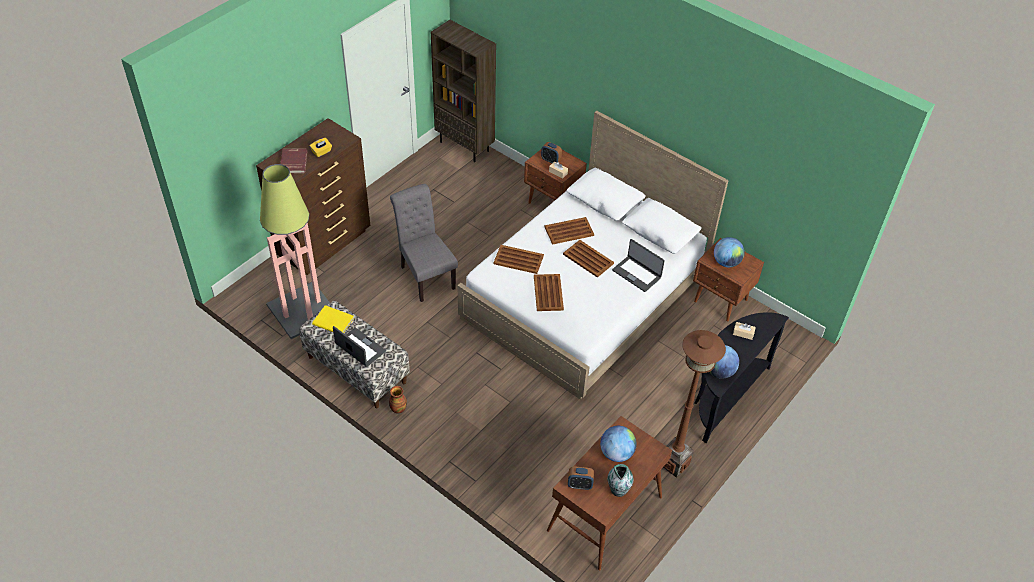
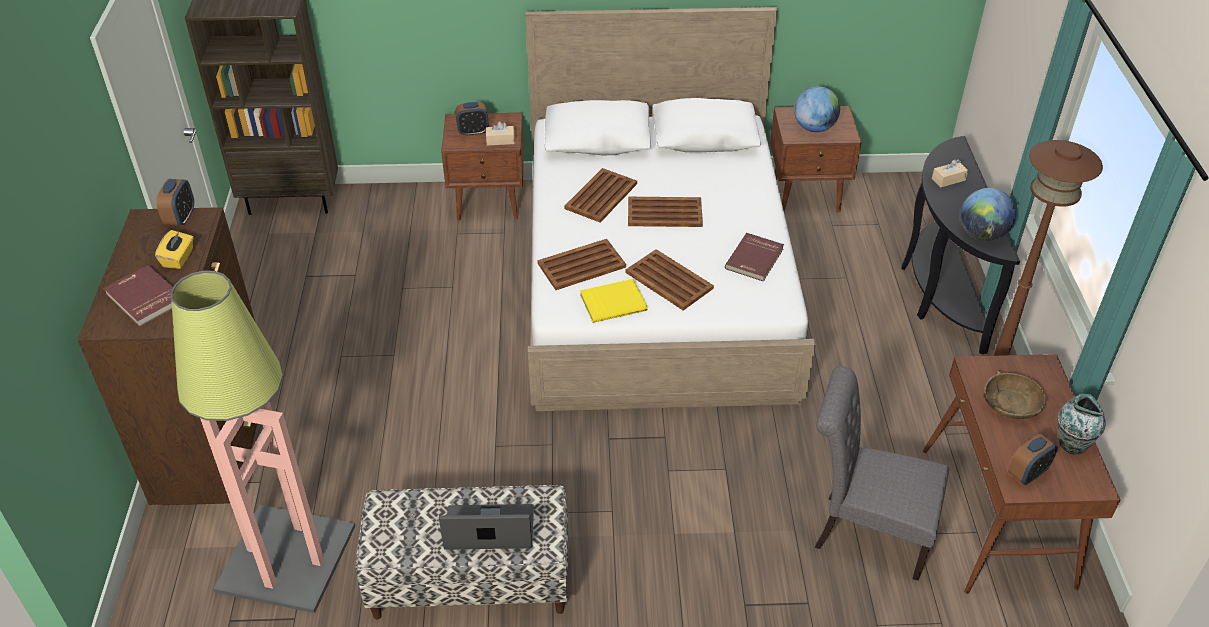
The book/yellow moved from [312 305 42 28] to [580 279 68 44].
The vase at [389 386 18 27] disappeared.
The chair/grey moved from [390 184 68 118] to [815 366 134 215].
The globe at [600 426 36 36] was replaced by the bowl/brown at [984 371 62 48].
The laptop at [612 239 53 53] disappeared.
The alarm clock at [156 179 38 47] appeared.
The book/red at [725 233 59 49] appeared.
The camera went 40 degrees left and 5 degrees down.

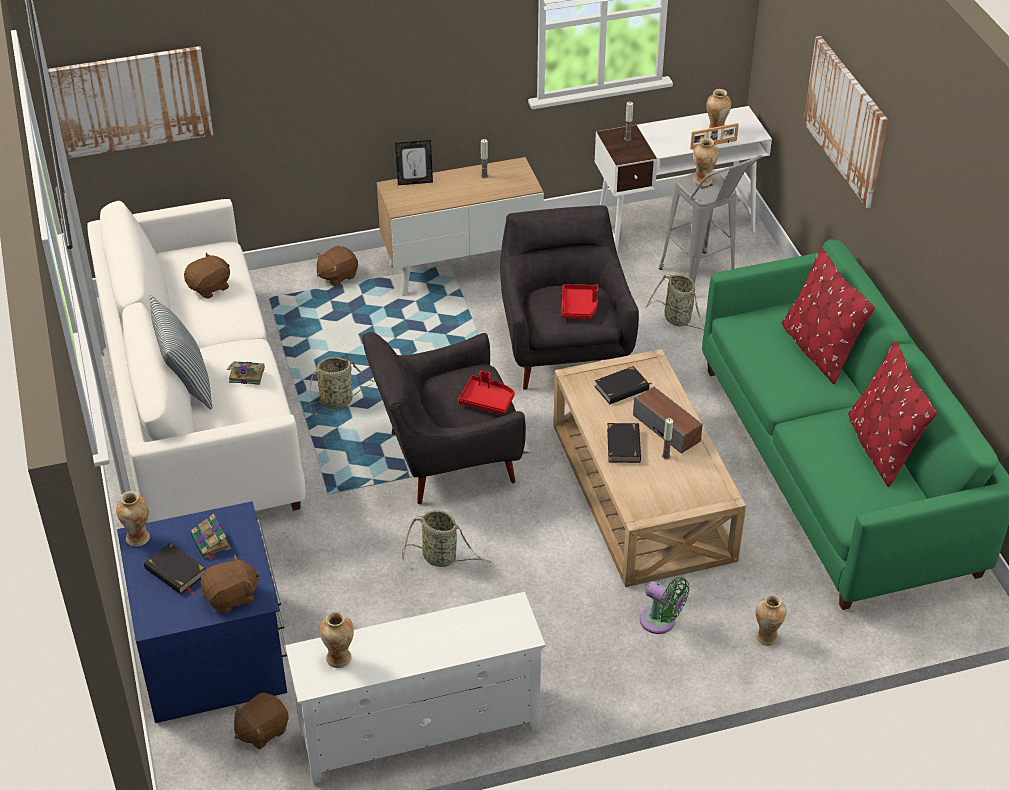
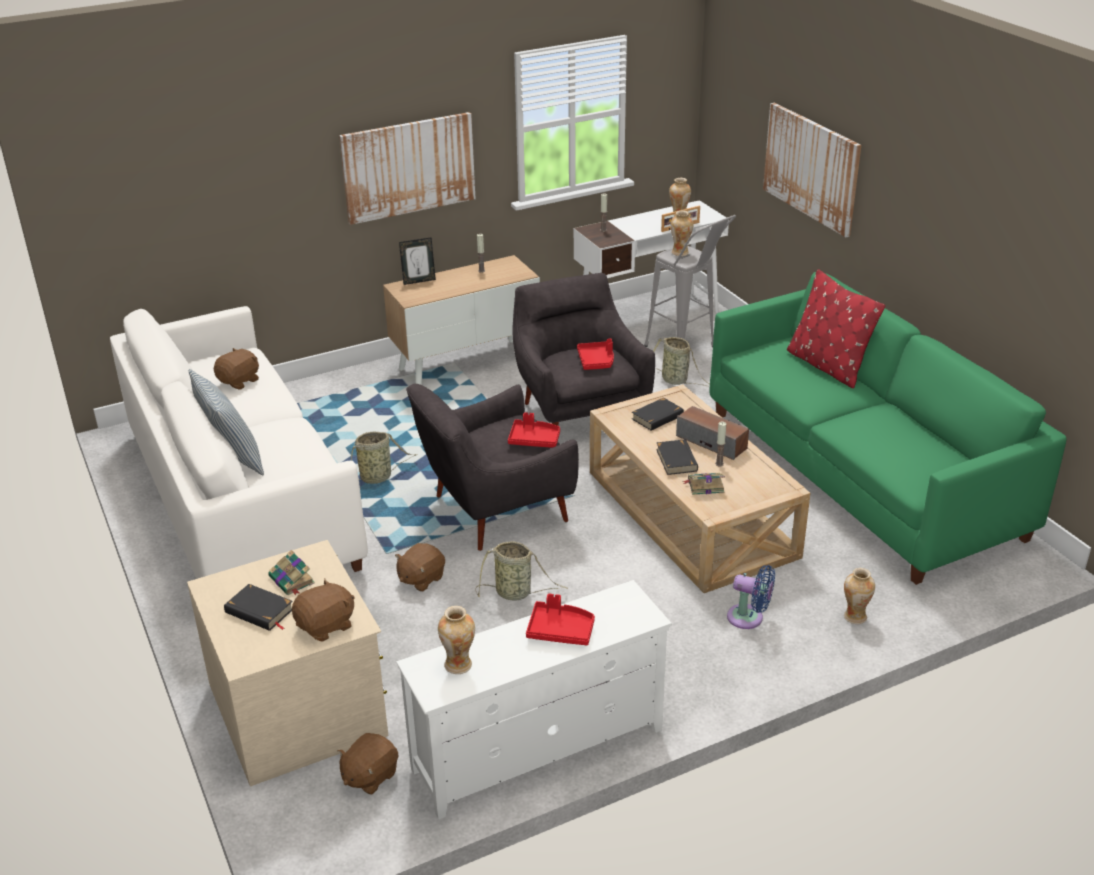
The picture moved from [48 46 165 113] to [339 112 137 113].
The vase at [116 491 34 56] disappeared.
The dresser/blue at [117 501 170 222] became the dresser/beige at [187 540 202 246].
The book moved from [226 361 39 24] to [683 473 42 22].
The plush toy/brown moved from [316 246 42 41] to [395 543 50 49].
The fan/green at [640 577 49 57] became the fan/blue at [727 565 48 64].
The pillow/red at [848 341 89 146] disappeared.
The tray/red at [526 594 69 51] appeared.
The camera went 10 degrees left and 10 degrees down.

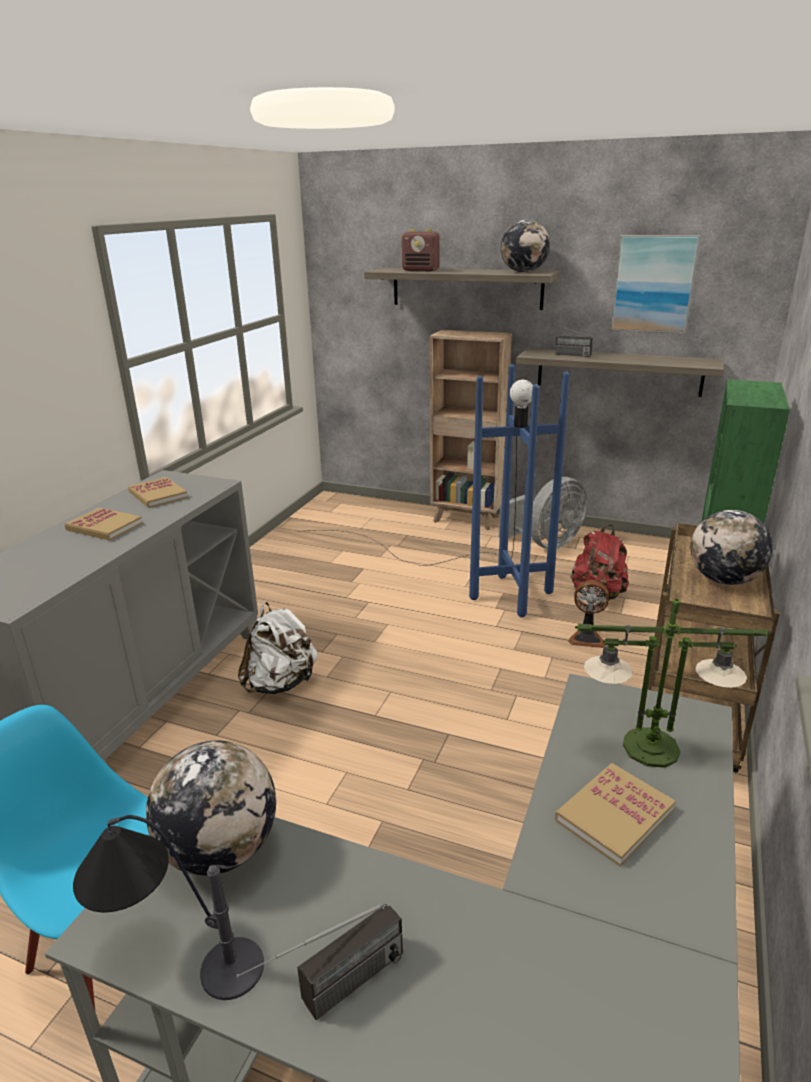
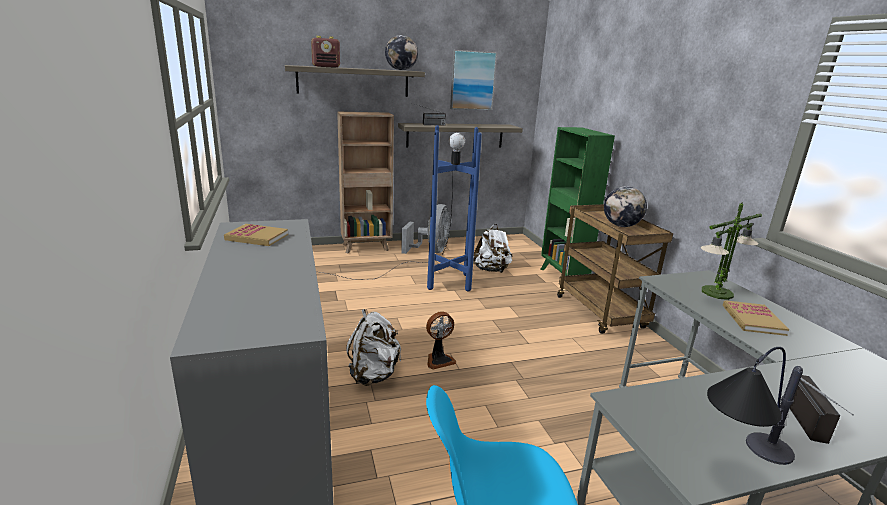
The book at [65 508 78 33] disappeared.
The globe at [146 740 130 135] disappeared.
The fan moved from [568 580 41 68] to [426 311 30 59].
The backpack/red at [571 525 58 78] became the backpack/white at [473 224 39 49].
The camera went 40 degrees left and 5 degrees down.

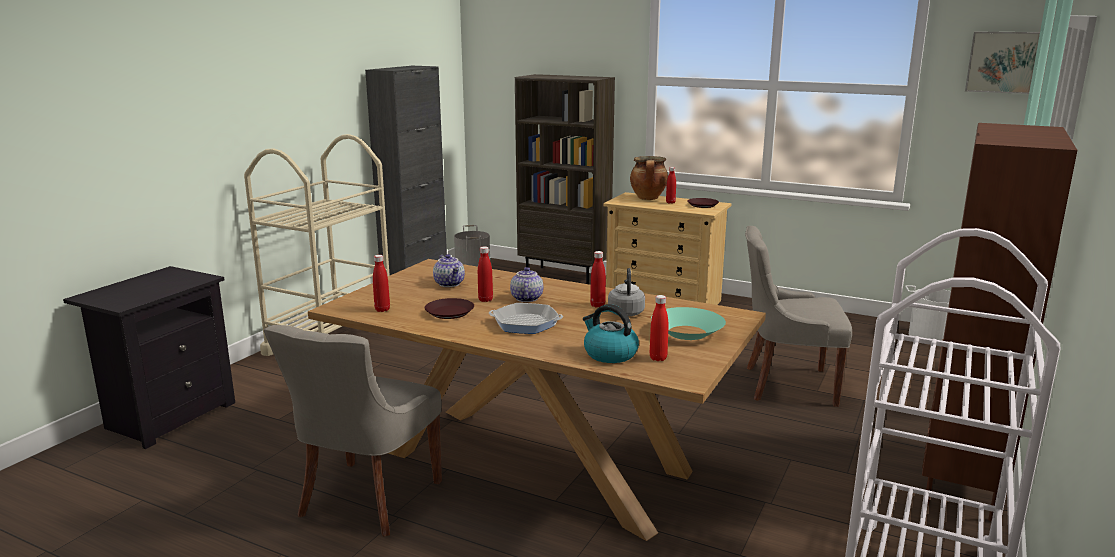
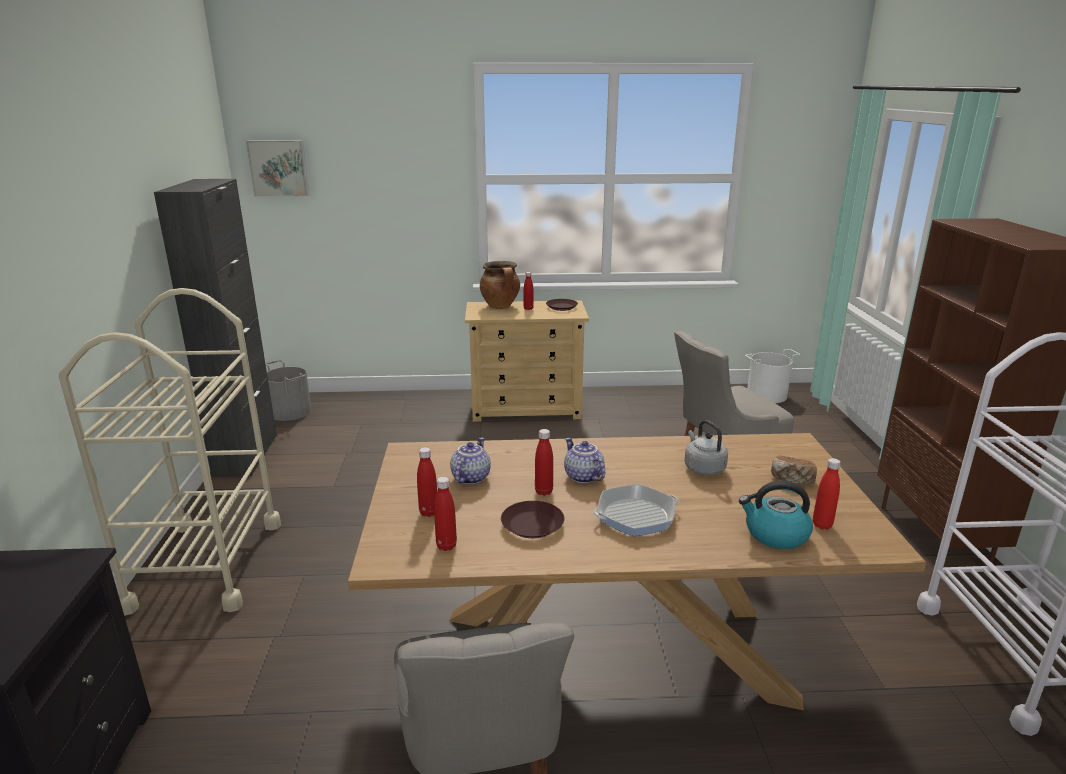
The teapot at [433 254 32 33] turned 105 degrees counterclockwise.
The bookcase/brown at [515 74 100 210] disappeared.
The bottle/red moved from [590 251 16 57] to [417 447 20 70].
The bowl/turquoise at [651 307 75 33] was replaced by the bread at [771 456 46 28].
The picture moved from [965 32 75 62] to [246 140 63 56].
The camera went 30 degrees left and 5 degrees up.

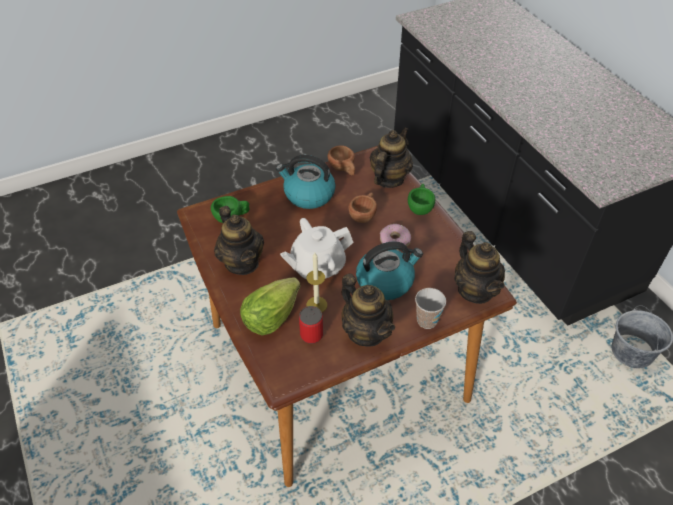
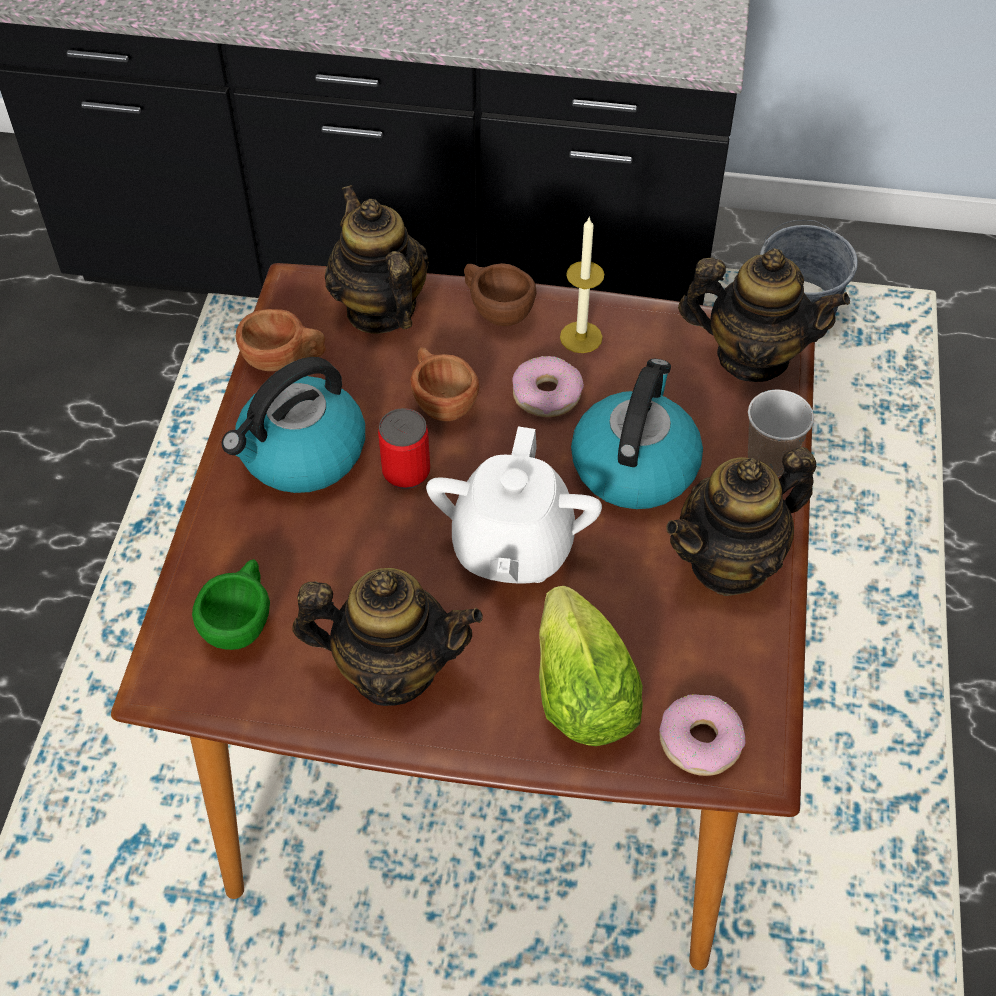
The can moved from [299 306 24 38] to [378 408 52 81].
The candle moved from [306 253 21 59] to [560 216 44 137].
The teapot at [341 274 54 73] turned 150 degrees clockwise.
The cup/green at [408 184 27 31] became the cup/brown at [464 263 72 63].
The donut at [659 694 87 82] appeared.
The camera went 55 degrees left and 5 degrees up.

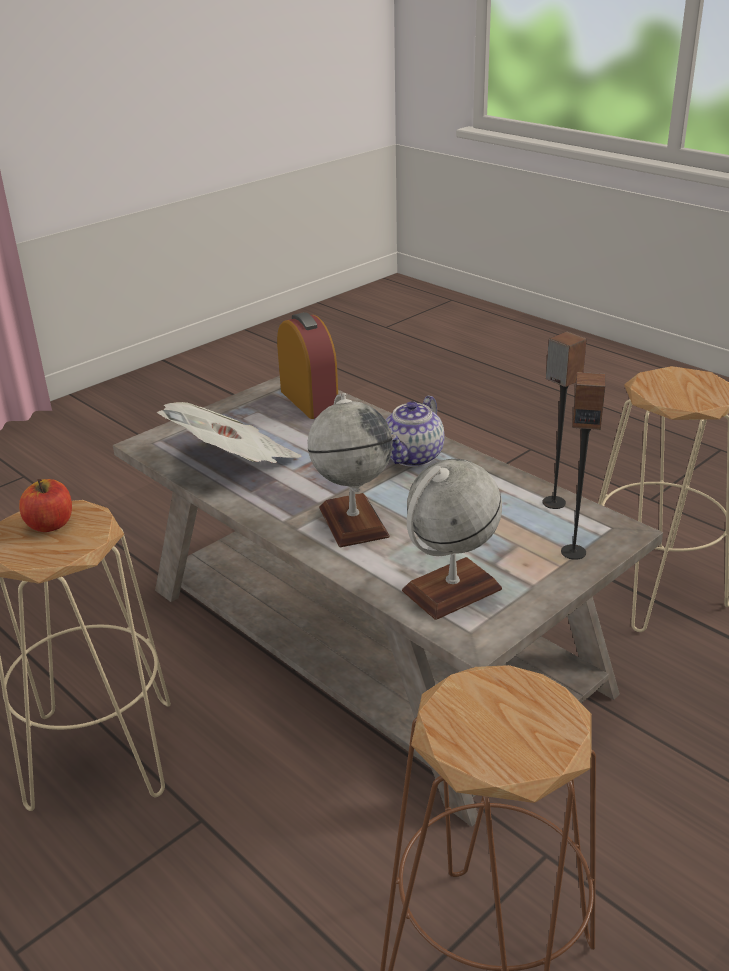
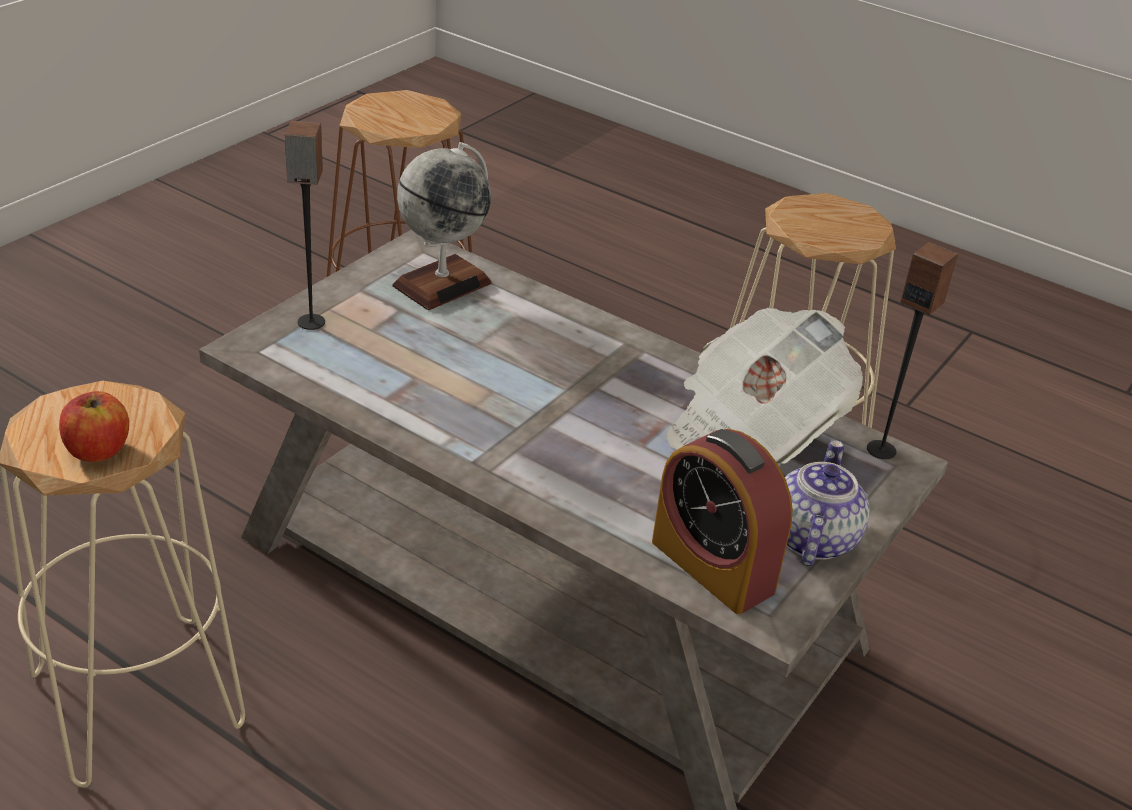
The apple moved from [19 479 53 53] to [59 391 70 71].
The globe at [308 393 85 154] disappeared.
The teapot moved from [386 396 58 71] to [785 440 85 126].
The speaker moved from [543 331 44 178] to [867 242 91 217].
The camera went 165 degrees right and 5 degrees up.

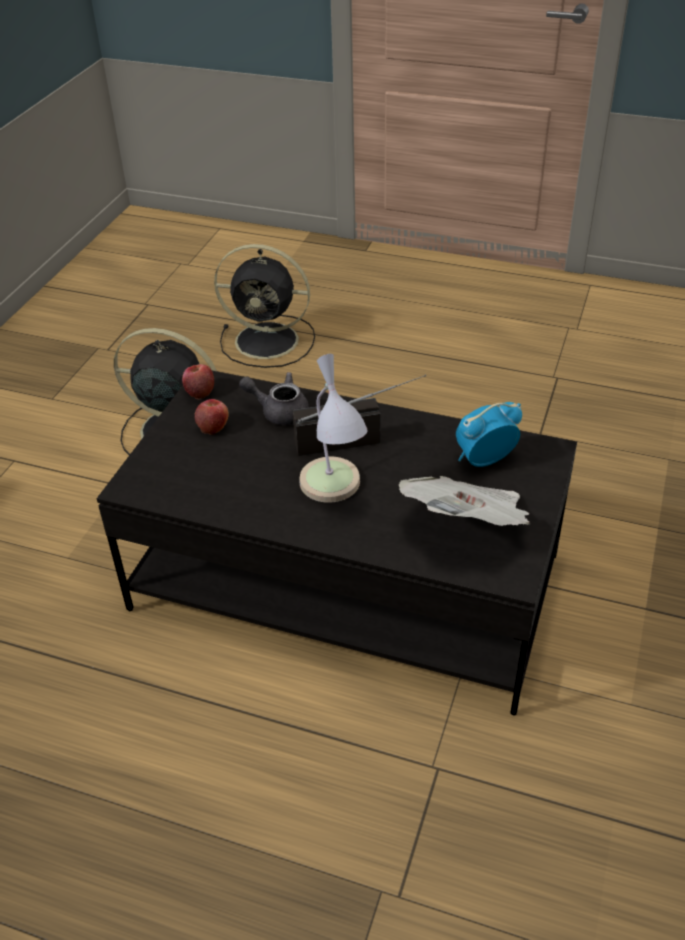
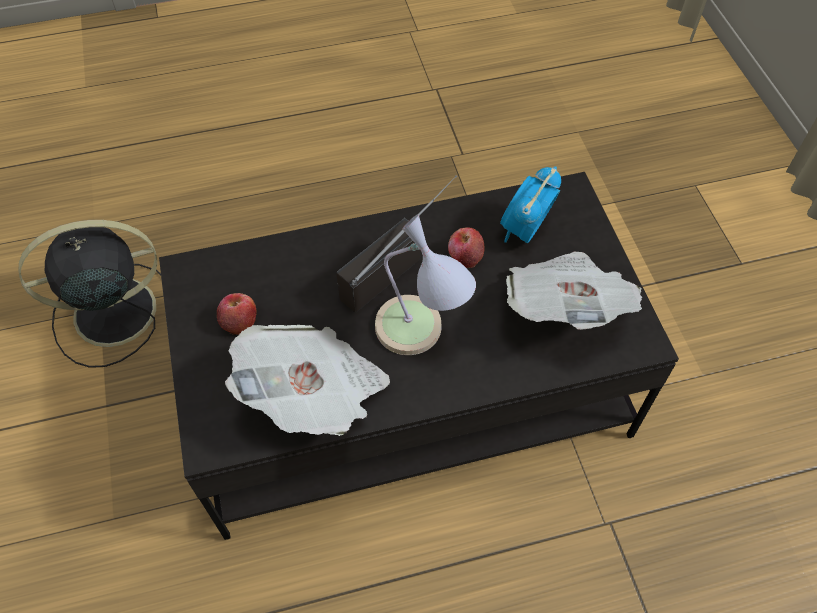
The apple moved from [182 364 32 35] to [448 227 37 41].
The fan/black at [214 244 101 124] disappeared.
The teapot/grey at [239 372 70 53] disappeared.
The newspaper at [225 325 165 111] appeared.
The camera went 35 degrees left and 15 degrees up.

